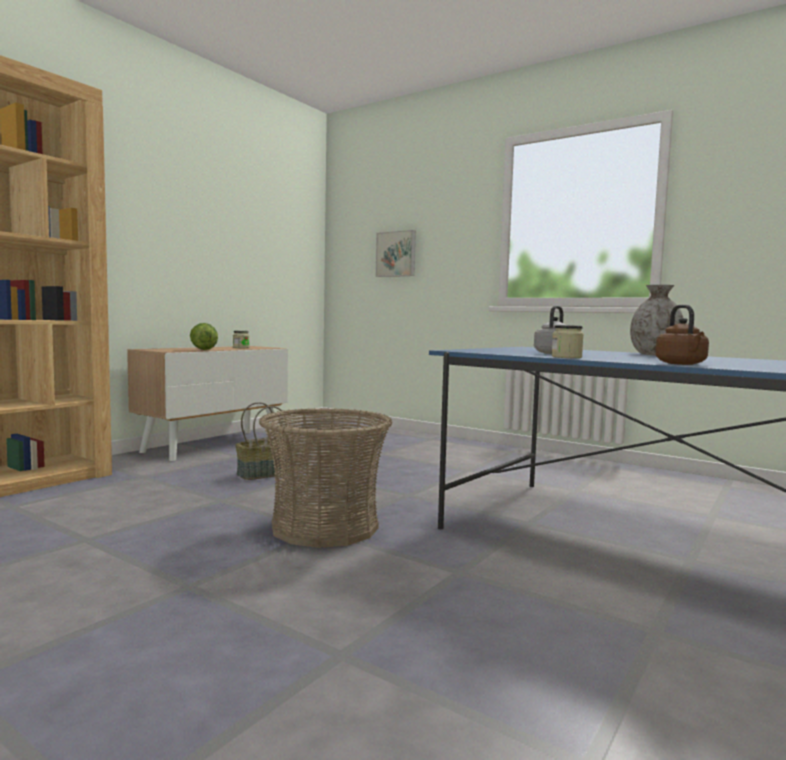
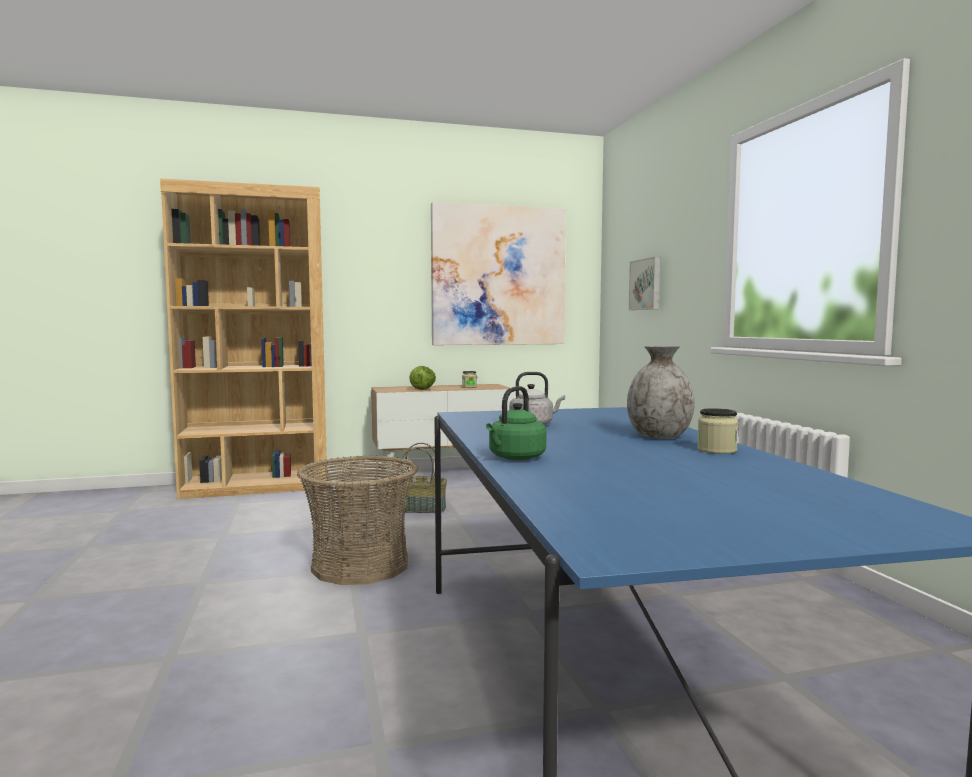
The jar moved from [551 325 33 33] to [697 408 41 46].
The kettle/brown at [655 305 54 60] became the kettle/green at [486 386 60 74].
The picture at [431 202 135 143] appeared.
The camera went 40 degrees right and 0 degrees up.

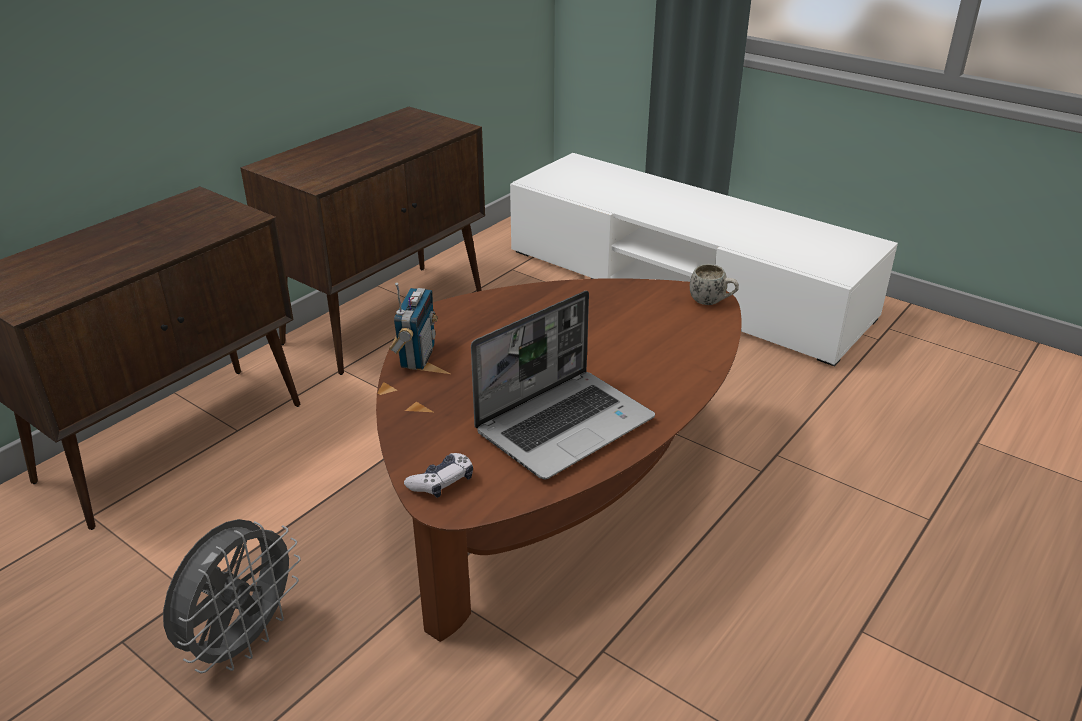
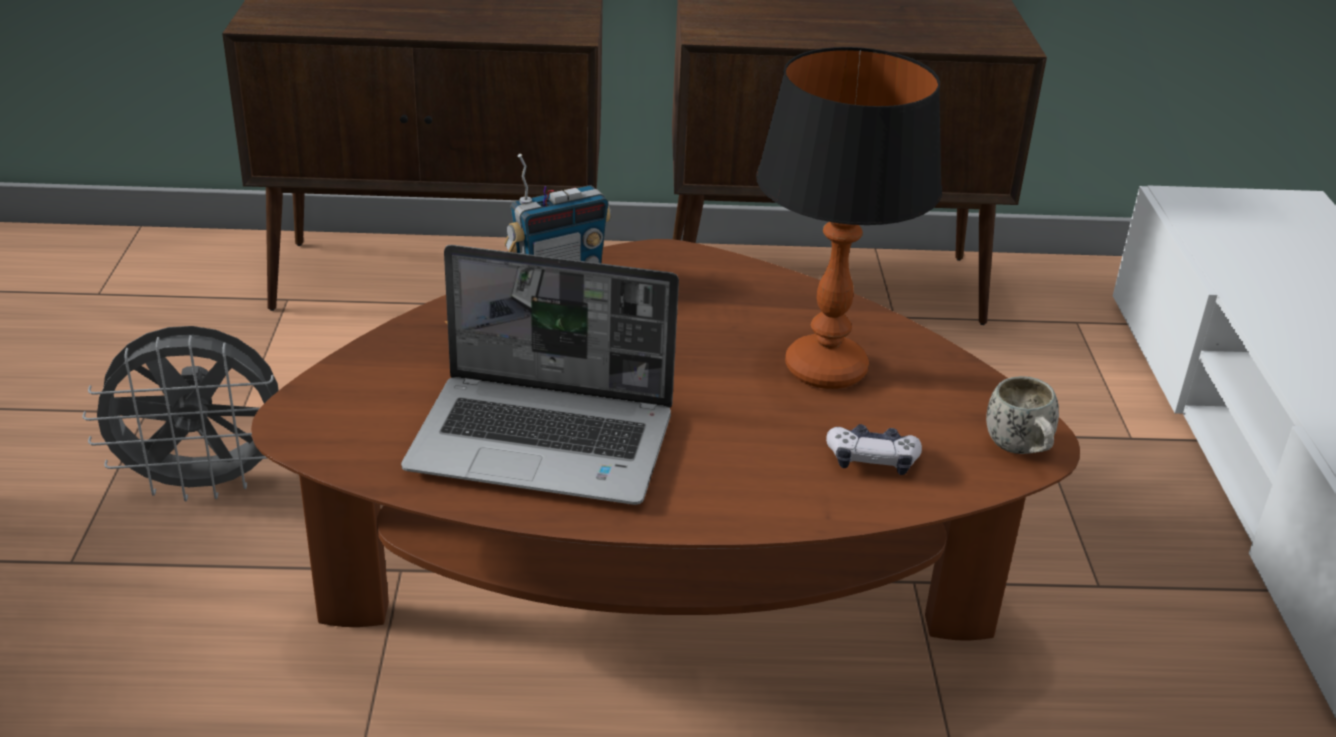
The game controller moved from [404 453 69 45] to [826 424 96 51].
The table lamp at [756 47 186 342] appeared.
The camera went 50 degrees right and 0 degrees up.

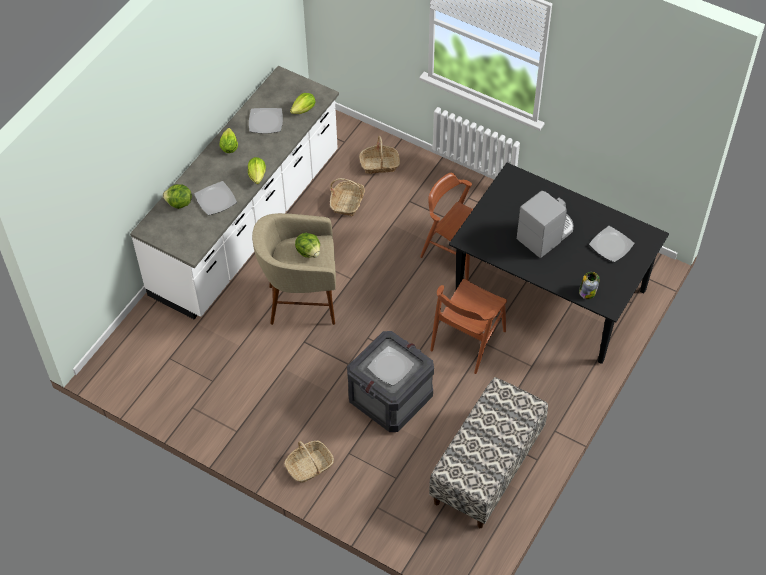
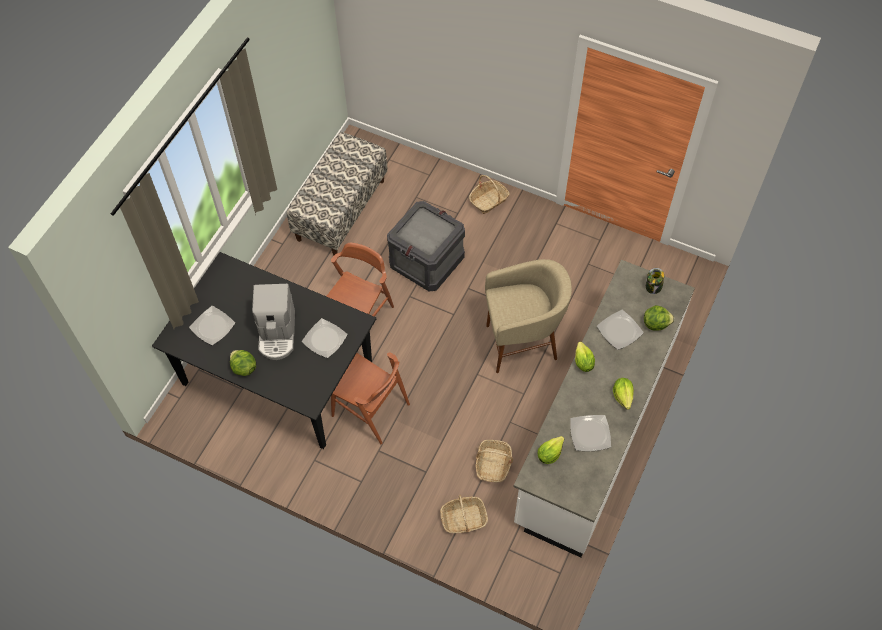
The lettuce moved from [295 233 25 25] to [230 350 26 26].
The plate moved from [368 346 46 40] to [302 318 46 40].
The coffee machine at [517 191 56 67] turned 45 degrees counterclockwise.
The jar moved from [579 272 21 27] to [646 268 18 26].
The camera went 175 degrees right and 5 degrees up.

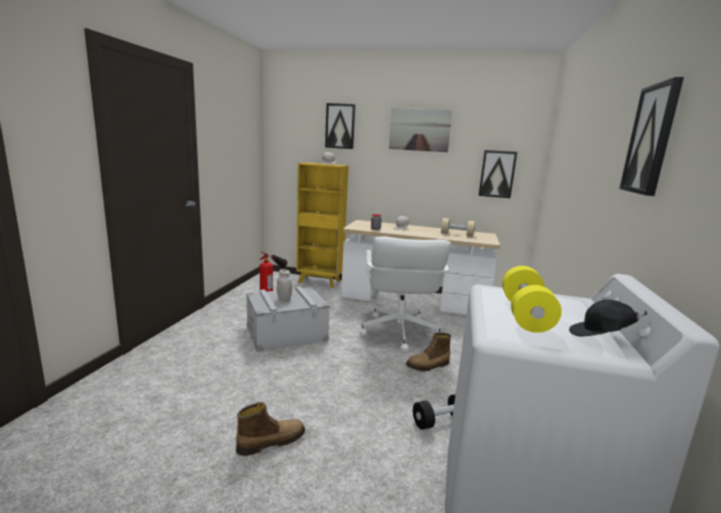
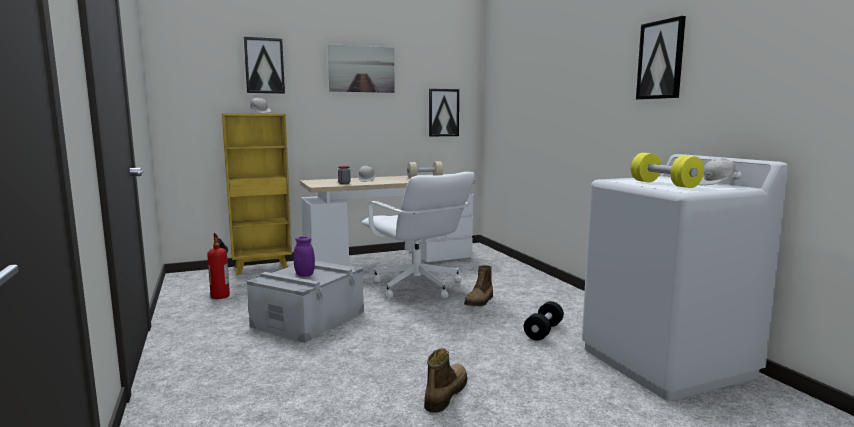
The jar/white at [277 269 15 32] became the jar/purple at [293 237 22 40].
The cap/black at [569 299 78 37] became the cap/white at [698 158 37 27].
The camera went 35 degrees left and 5 degrees down.

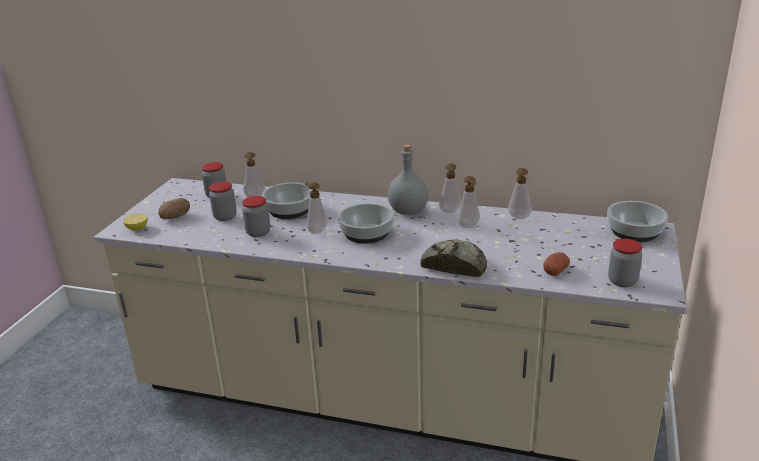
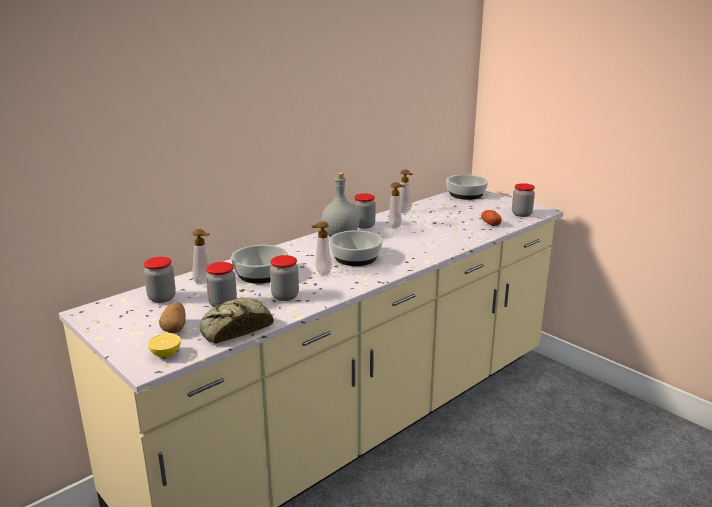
The bread moved from [420 239 67 38] to [200 297 74 47].
The soap dispenser at [439 163 23 50] was replaced by the jar at [354 193 22 36].
The camera went 60 degrees left and 5 degrees down.

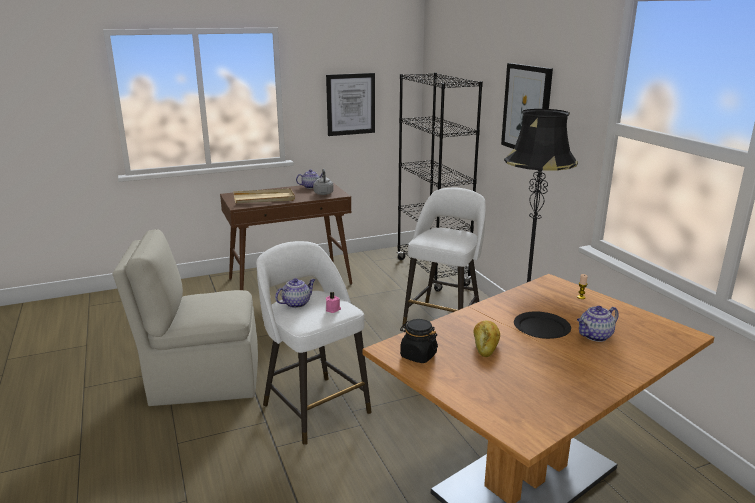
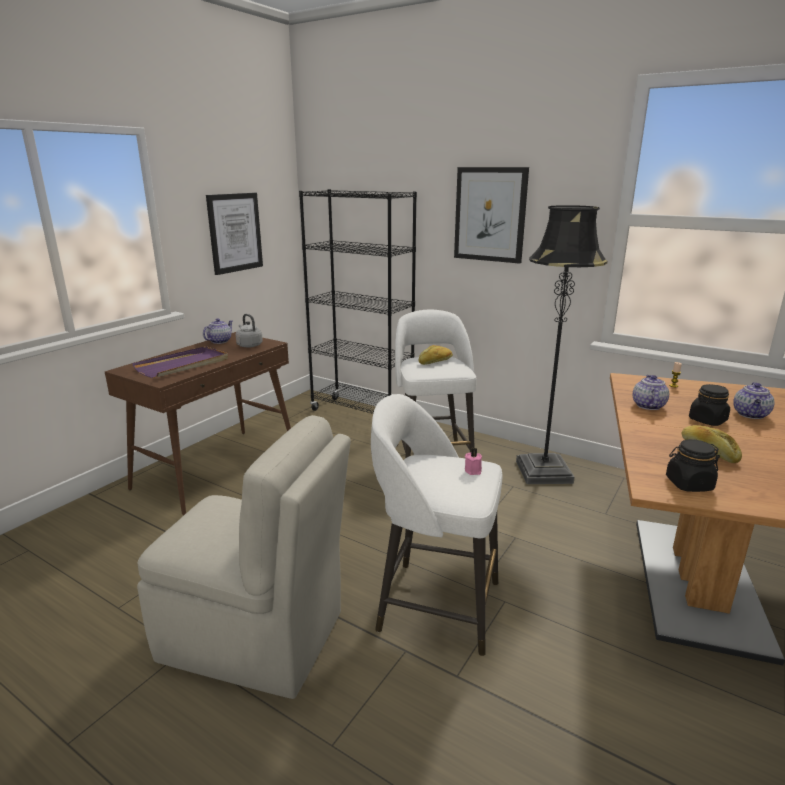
The chair/beige at [113 229 145 177] turned 120 degrees counterclockwise.
The tray/beige at [233 188 62 15] became the tray/purple at [132 346 96 32].
The teapot moved from [275 278 40 30] to [633 375 36 35].
The plate/black at [514 312 57 27] was replaced by the jar/black at [689 384 41 42].
The bread at [419 345 34 20] appeared.
The camera went 35 degrees left and 0 degrees up.

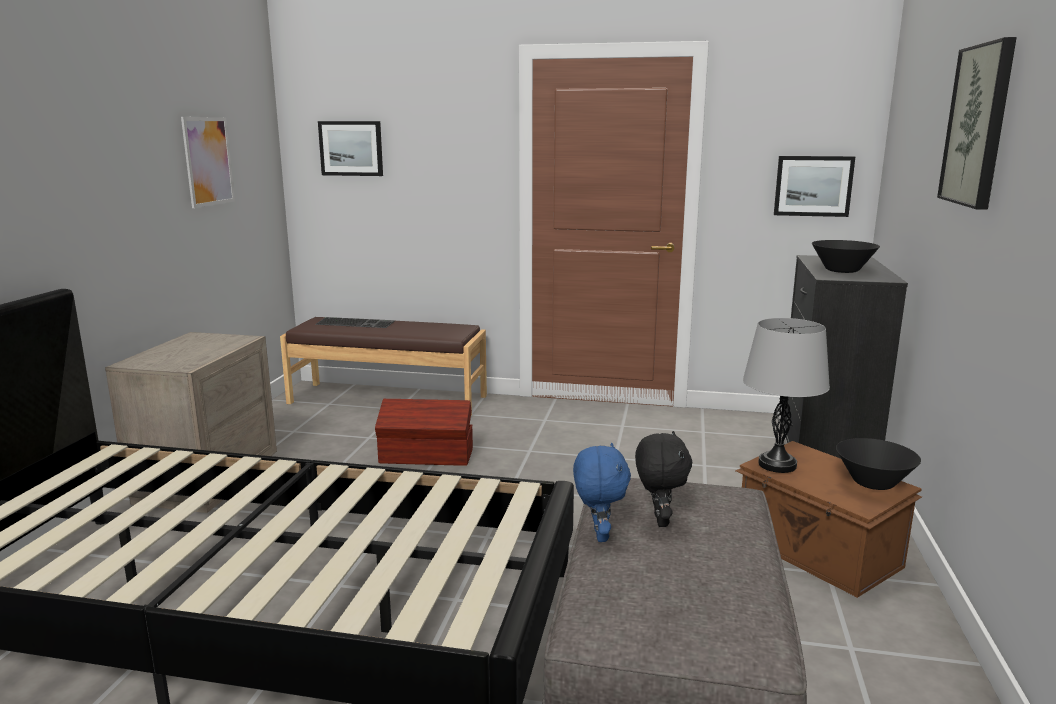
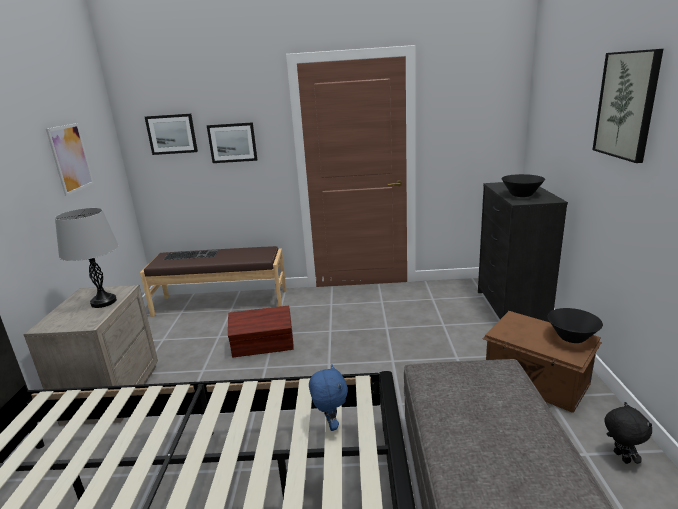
The plush toy/blue moved from [573 443 58 99] to [309 365 39 66].
The plush toy/black moved from [635 431 57 96] to [604 402 48 62].
The table lamp/grey moved from [743 318 87 155] to [55 208 64 100].
The picture moved from [774 156 81 61] to [207 122 50 41].
The camera went 10 degrees left and 5 degrees up.

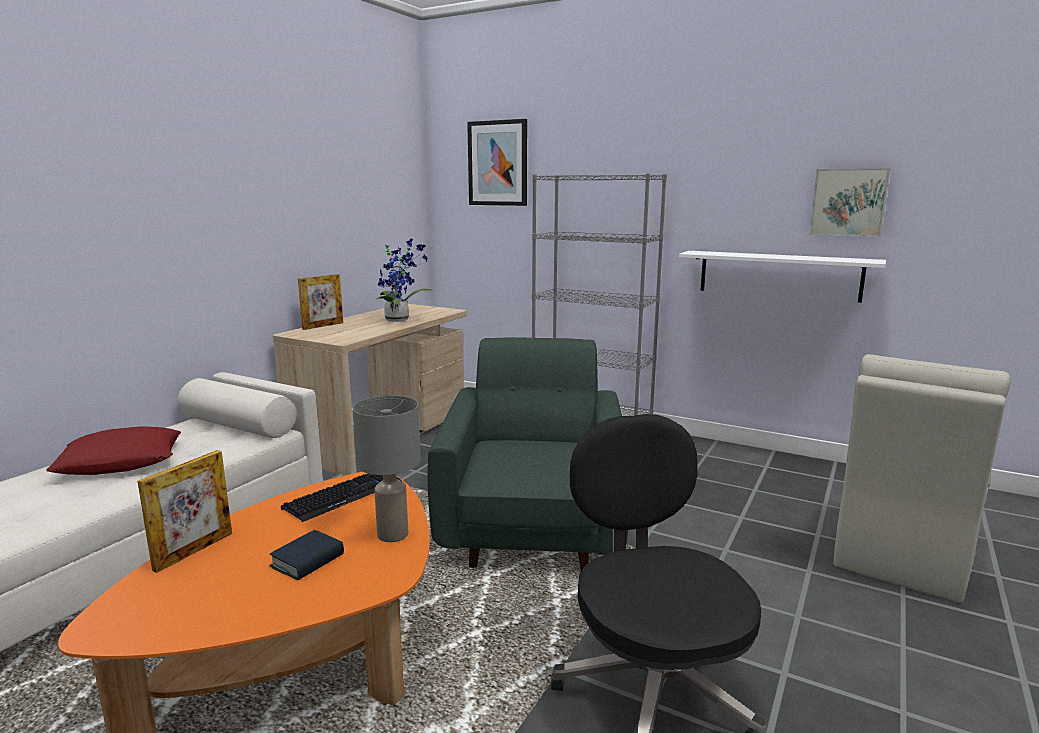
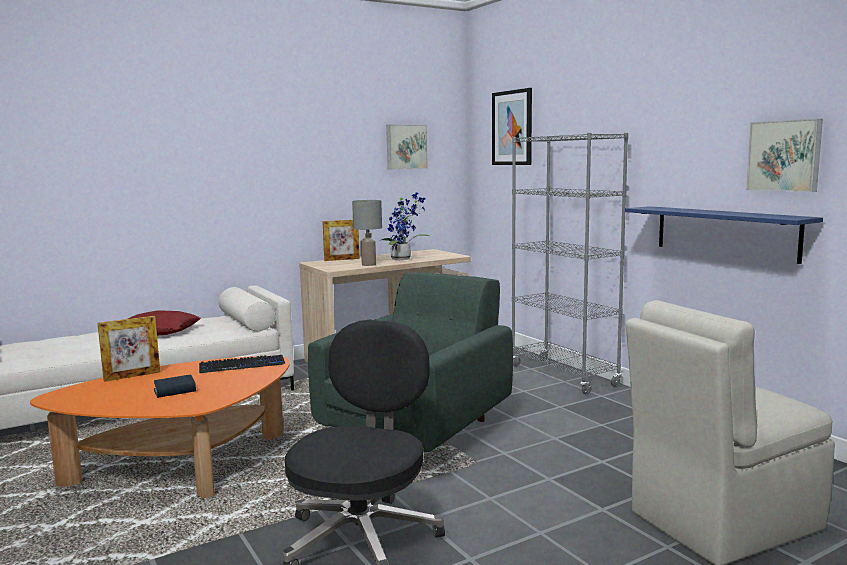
The table lamp/grey moved from [352 396 69 146] to [352 200 30 66].
The shelf/white at [679 251 207 52] became the shelf/blue at [625 206 198 58].
The picture at [386 125 42 45] appeared.
The camera went 30 degrees right and 5 degrees down.

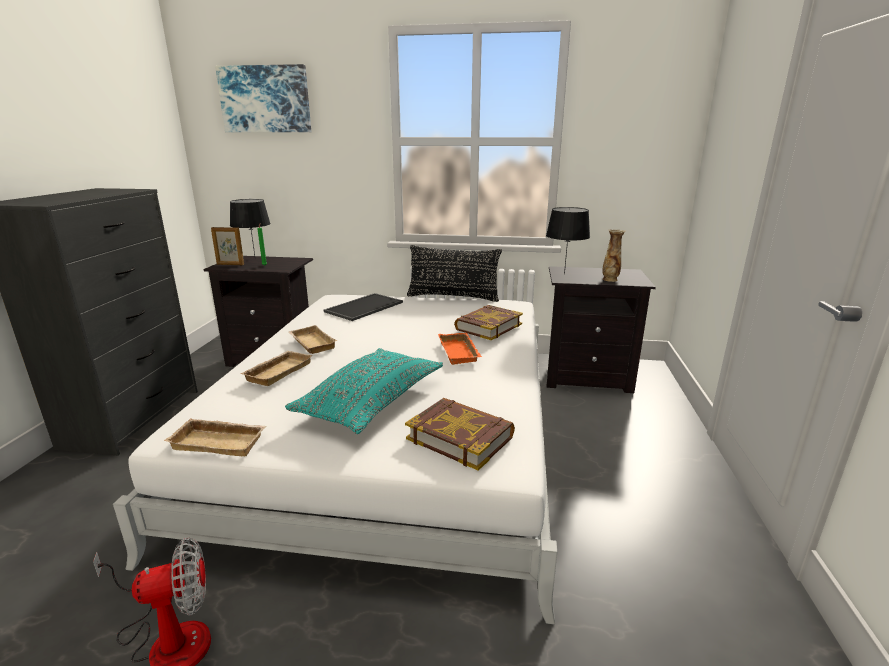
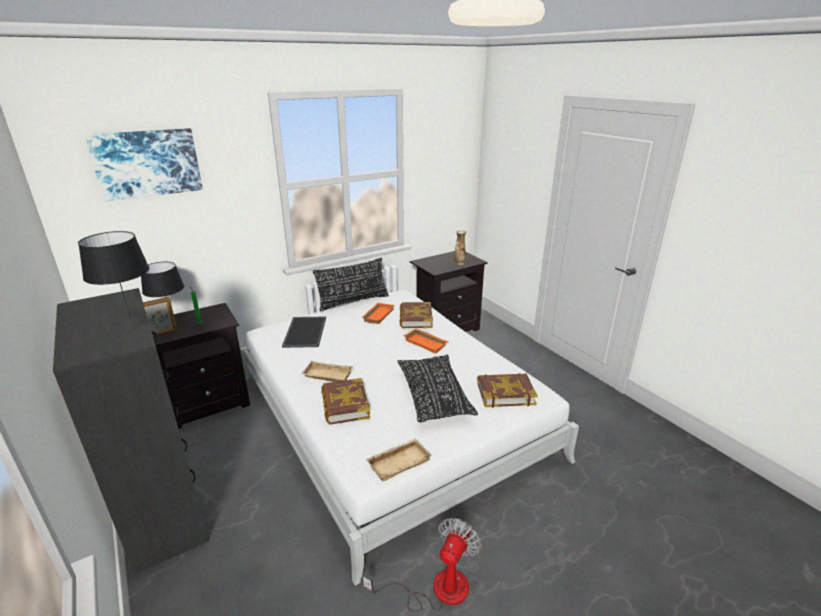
The tray/beige at [240 351 73 35] was replaced by the book at [322 378 48 47].
The pillow/turquoise at [285 348 158 86] became the pillow/black at [397 355 81 67].
The table lamp/black moved from [546 207 44 67] to [78 231 71 89].
The tray/orange at [361 303 34 21] appeared.
The camera went 40 degrees left and 5 degrees up.

